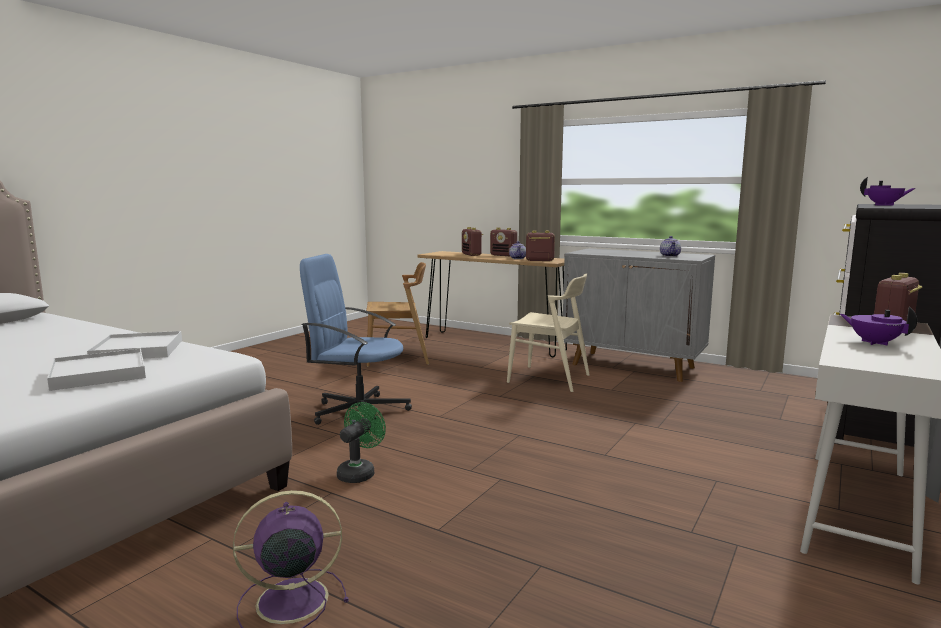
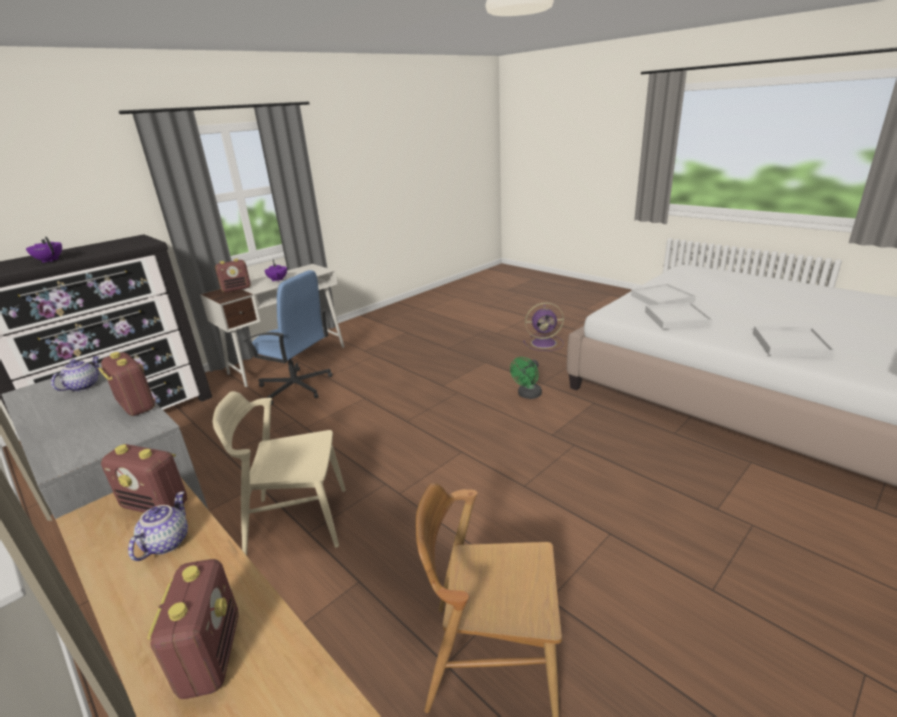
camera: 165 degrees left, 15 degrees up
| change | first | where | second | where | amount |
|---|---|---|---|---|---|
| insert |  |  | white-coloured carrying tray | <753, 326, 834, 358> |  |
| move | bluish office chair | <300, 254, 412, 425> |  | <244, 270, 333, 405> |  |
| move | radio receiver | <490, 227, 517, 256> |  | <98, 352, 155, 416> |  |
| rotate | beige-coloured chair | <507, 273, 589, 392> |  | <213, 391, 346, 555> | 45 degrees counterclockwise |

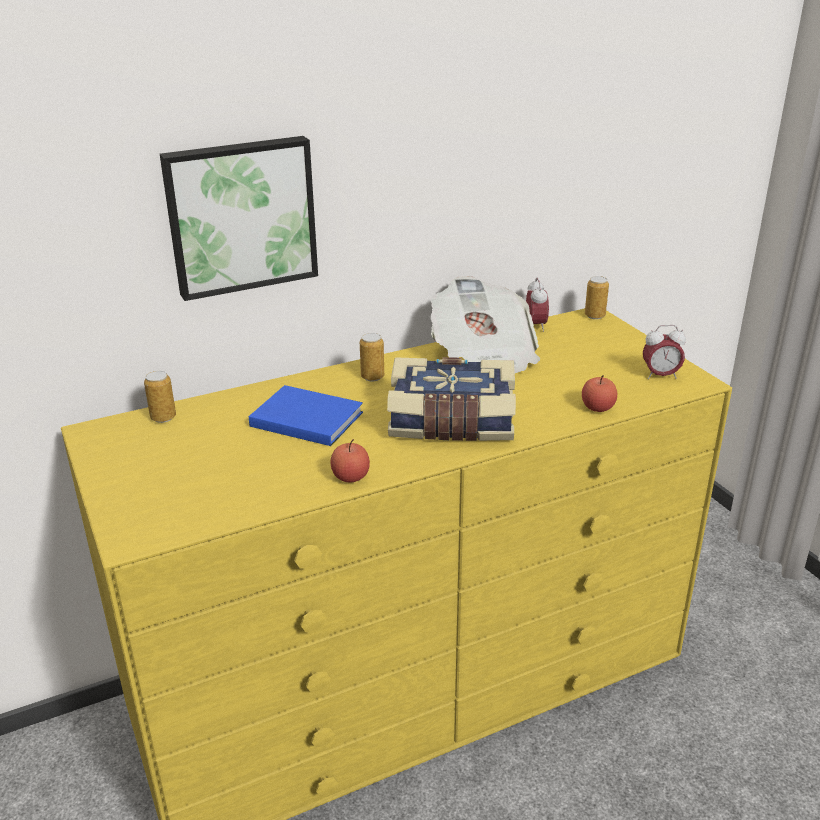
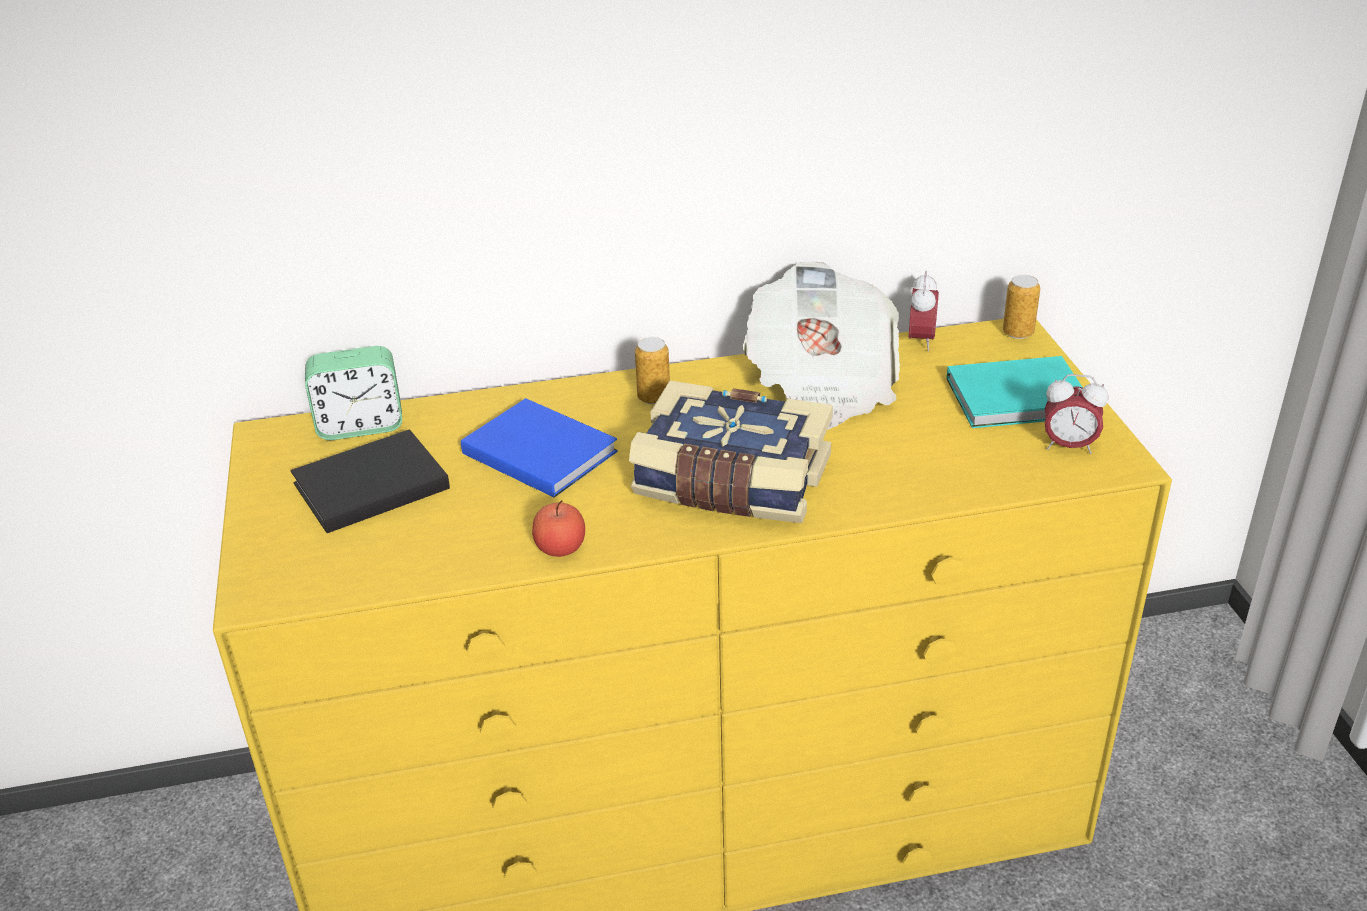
camera: 15 degrees right, 5 degrees up
| change | first | where | second | where | amount |
|---|---|---|---|---|---|
| delete | wall art | <160, 136, 318, 301> |  |  |  |
| delete | apple | <582, 375, 617, 412> |  |  |  |
| insert |  |  | black bound book | <290, 429, 450, 533> |  |
| insert |  |  | turquoise-coloured bound book | <946, 356, 1083, 428> |  |
| replace | can | <144, 371, 176, 423> | alarm clock | <305, 346, 402, 440> |  |

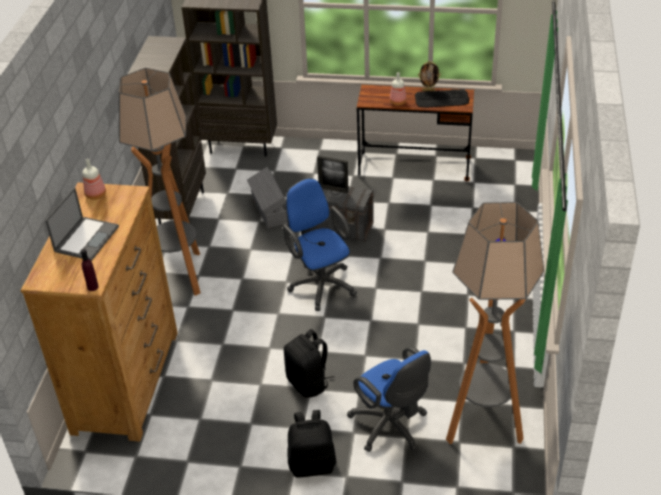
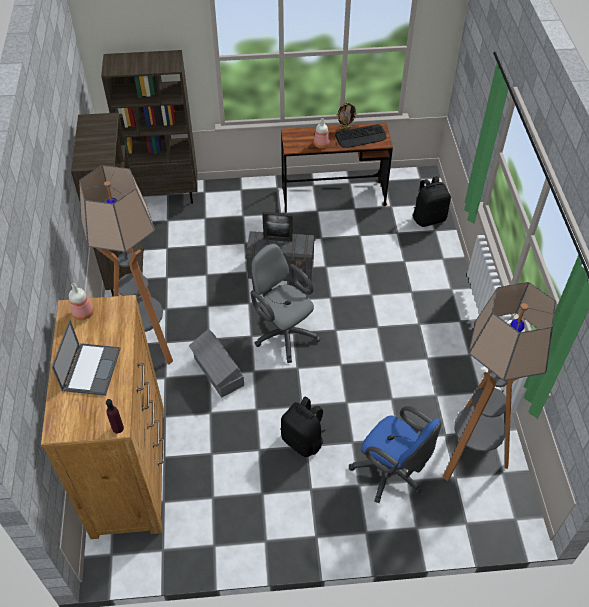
camera: 15 degrees left, 10 degrees up
| change | first | where | second | where | amount |
|---|---|---|---|---|---|
| move | gray storage container | <247, 167, 287, 228> |  | <189, 329, 244, 398> |  |
| move | black knapsack | <287, 410, 336, 478> |  | <413, 176, 451, 227> |  |
| recolor | bluish office chair | <283, 178, 357, 311> | gray office chair | <250, 243, 320, 363> |  |

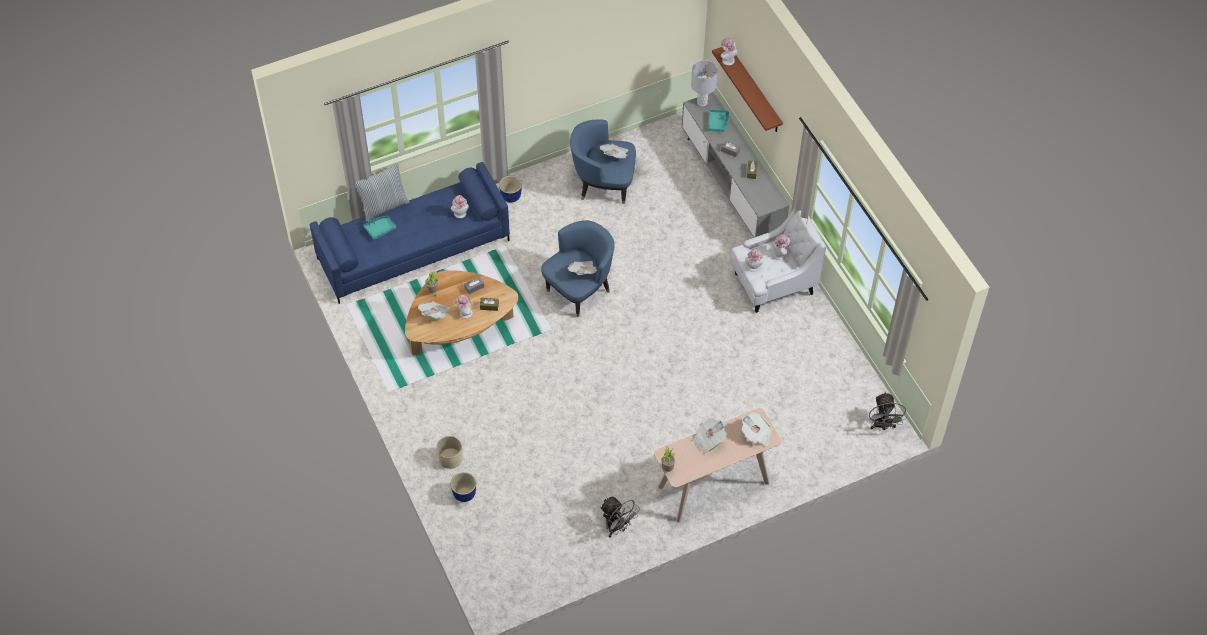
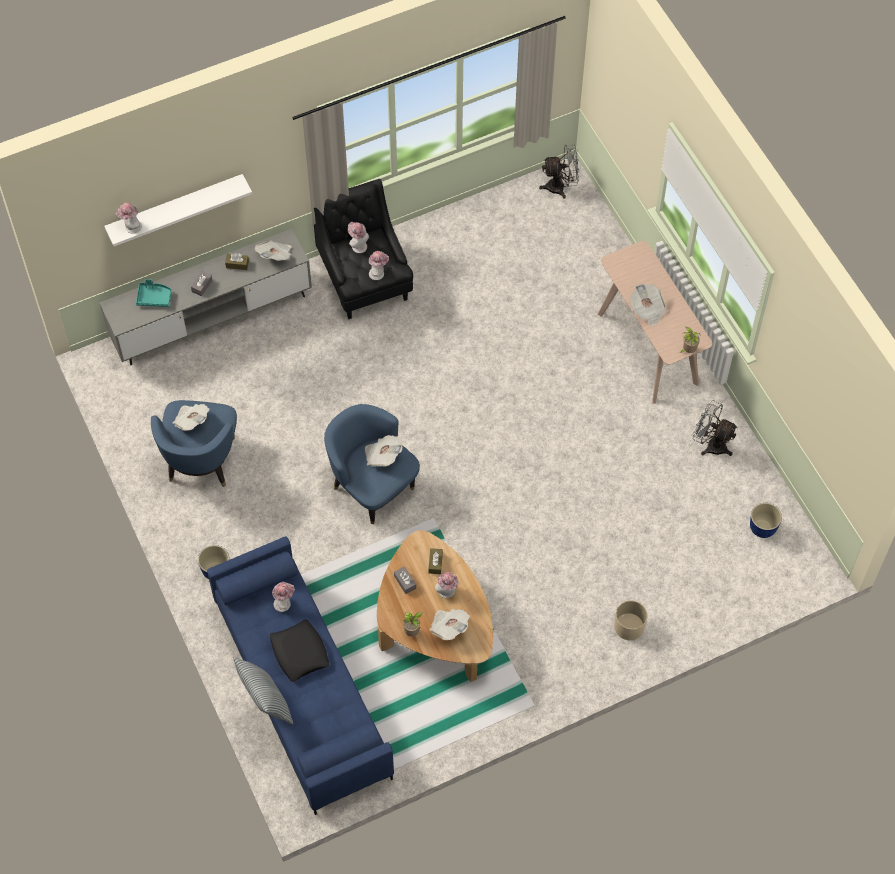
camera: 90 degrees left, 5 degrees up
| change | first | where | second | where | amount |
|---|---|---|---|---|---|
| delete | turquoise-coloured carrying tray | <364, 216, 397, 240> |  |  |  |
| delete | gray tabletop lamp | <691, 60, 718, 106> |  |  |  |
| insert |  |  | black throw pillow | <269, 619, 329, 682> |  |
| move | planter | <451, 472, 476, 502> |  | <750, 503, 782, 538> |  |
| move | newspaper | <742, 412, 772, 446> |  | <255, 240, 292, 261> |  |
| recolor | brown shelf | <712, 47, 783, 132> | white-coloured shelf | <104, 174, 252, 246> |  |
| recolor | white-coloured armchair | <730, 207, 826, 313> | black armchair | <314, 179, 413, 319> |  |
| rotate | gray electric fan | <600, 496, 640, 538> |  | <693, 400, 738, 456> | 105 degrees counterclockwise |

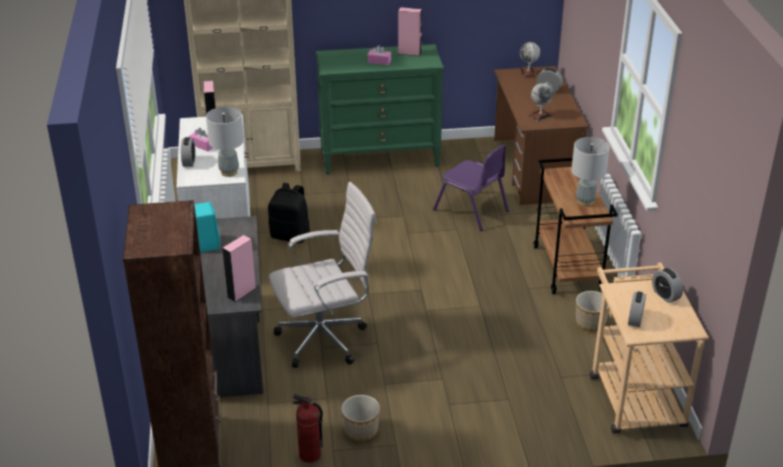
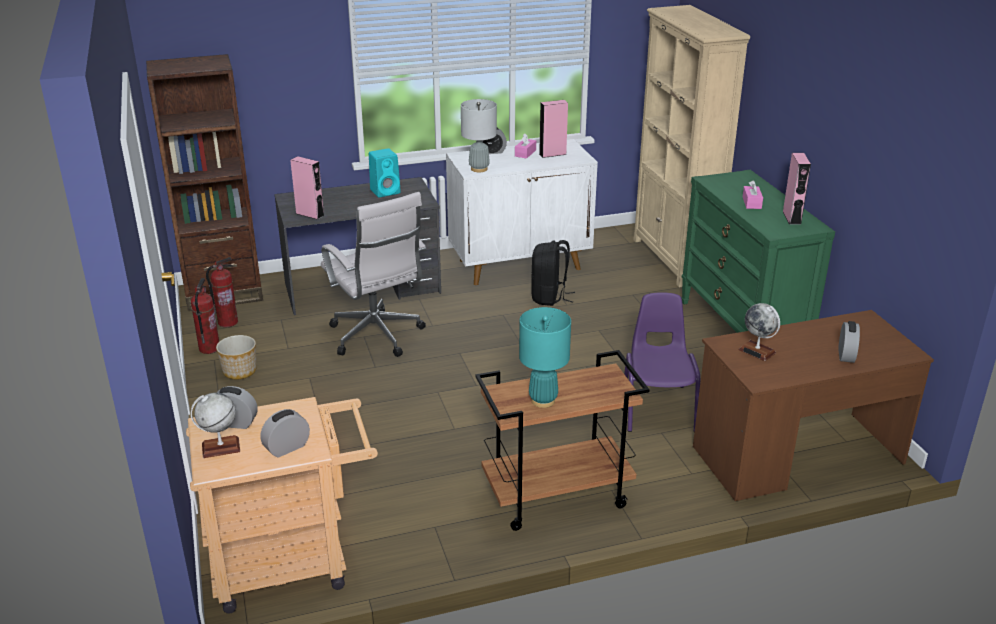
camera: 80 degrees right, 5 degrees down
| change | first | where | second | where | amount |
|---|---|---|---|---|---|
| delete | planter | <576, 291, 610, 332> |  |  |  |
| insert |  |  | extinguisher | <206, 257, 238, 327> |  |
| move | desk globe | <520, 42, 540, 78> |  | <191, 393, 240, 458> |  |
| recolor | gray tabletop lamp | <571, 137, 610, 206> | turquoise-coloured tabletop lamp | <519, 307, 571, 408> |  |
| rotate | purple chair | <433, 144, 509, 231> |  | <624, 293, 700, 432> | 150 degrees clockwise |

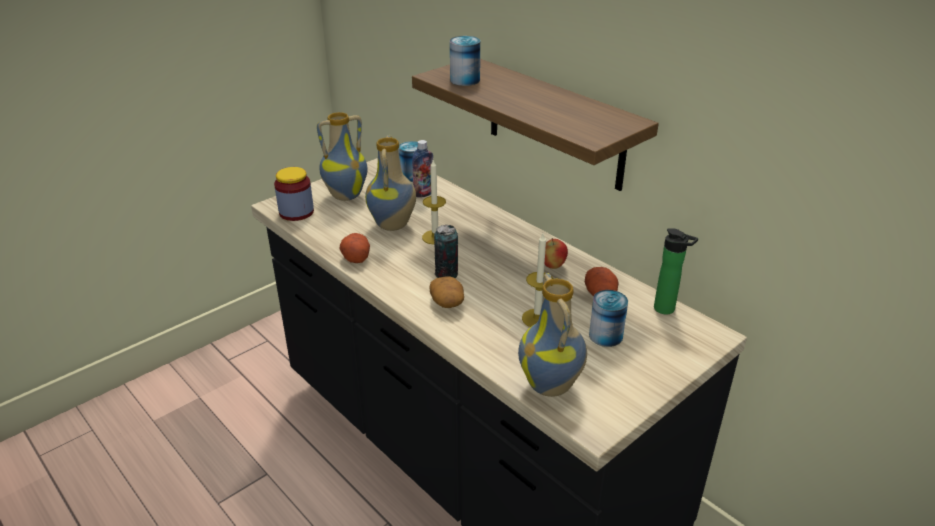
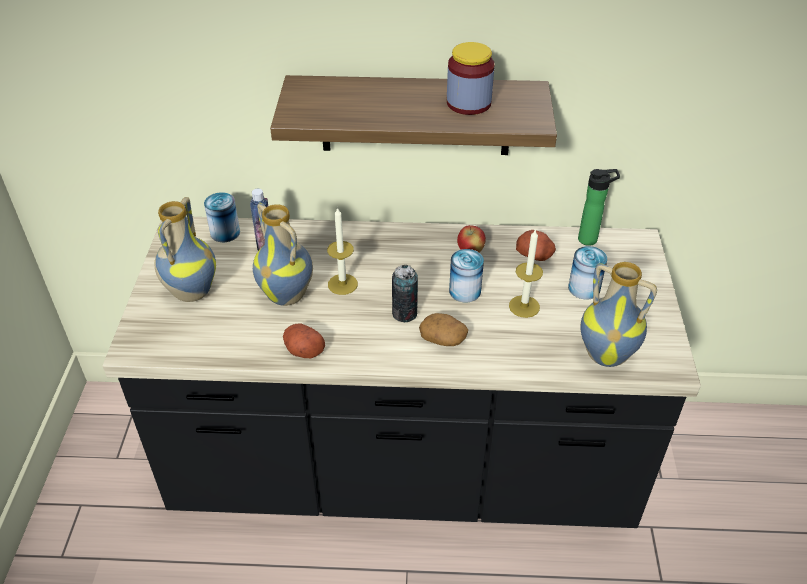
camera: 45 degrees left, 10 degrees up
| change | first | where | second | where | amount |
|---|---|---|---|---|---|
| move | preserve jar | <274, 167, 314, 221> |  | <447, 42, 495, 115> |  |
| move | can | <450, 36, 480, 86> |  | <449, 249, 484, 302> |  |

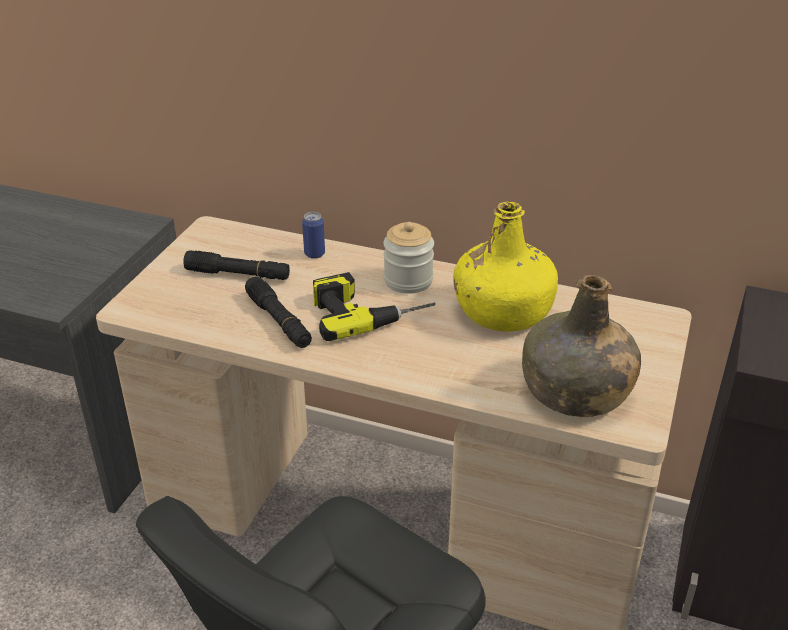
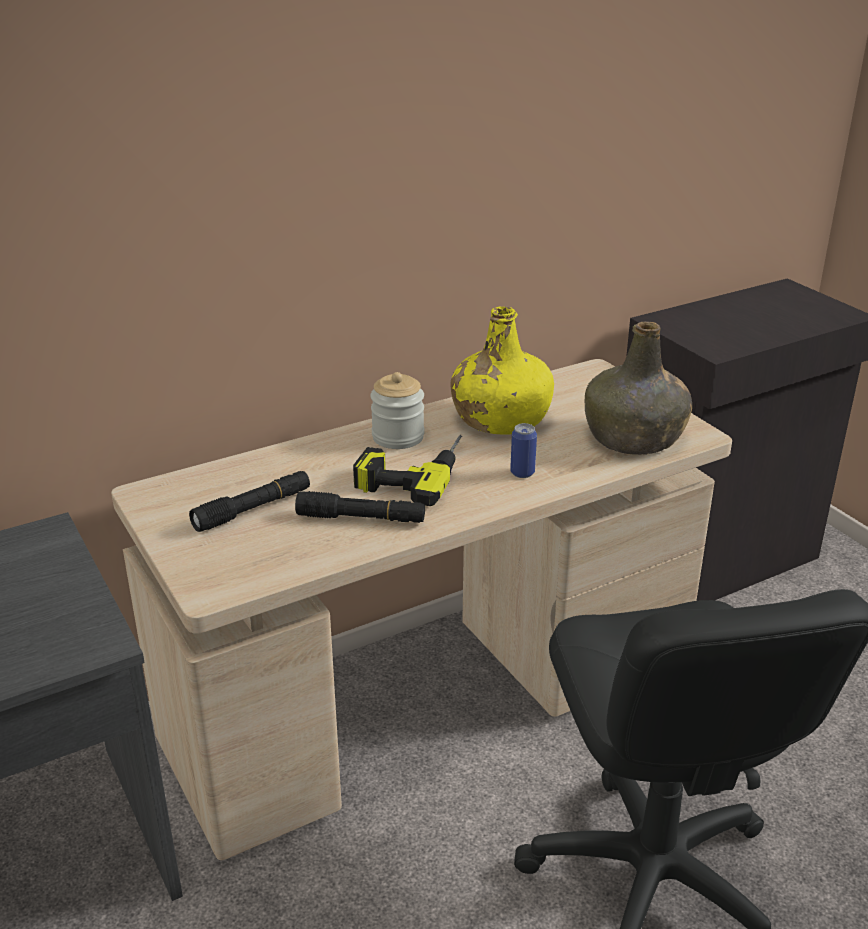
camera: 50 degrees left, 5 degrees down
| change | first | where | second | where | amount |
|---|---|---|---|---|---|
| move | can | <302, 212, 325, 259> |  | <510, 423, 537, 478> |  |

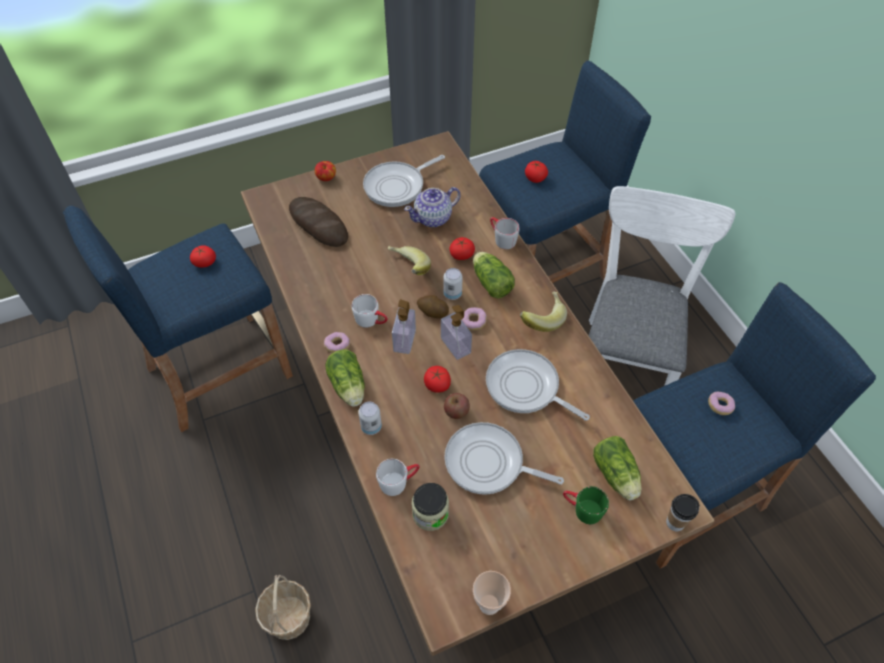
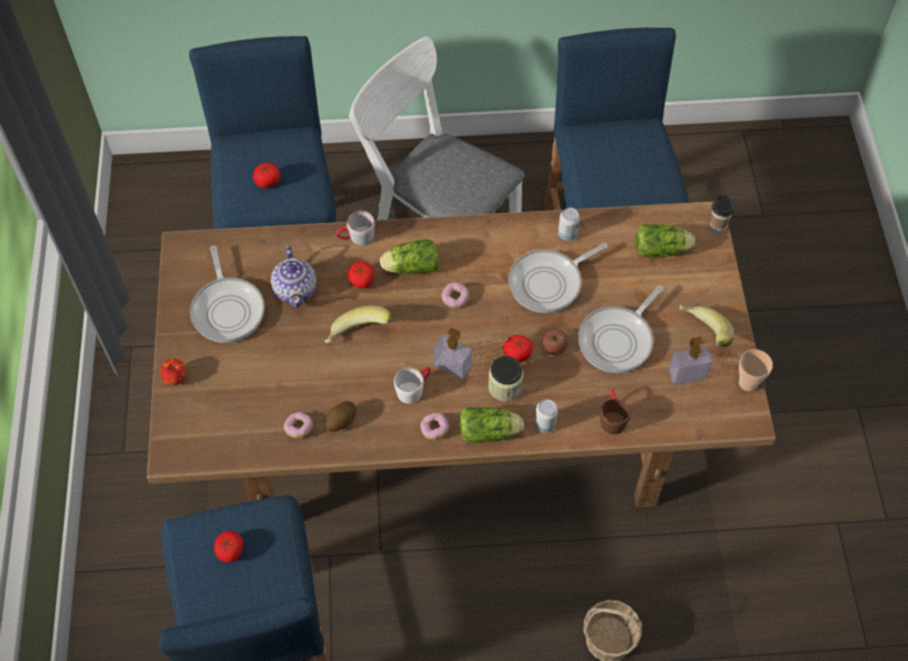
camera: 70 degrees left, 5 degrees up
| change | first | where | second | where | amount |
|---|---|---|---|---|---|
| delete | bakery bread | <289, 197, 348, 247> |  |  |  |
| delete | green-coloured coffee mug | <563, 486, 609, 524> |  |  |  |
| move | preserve jar | <412, 483, 449, 531> |  | <488, 356, 524, 401> |  |
| move | potato | <417, 295, 449, 318> |  | <325, 401, 356, 431> |  |
| move | soap dispenser | <441, 305, 472, 360> |  | <669, 337, 712, 385> |  |
| move | can | <444, 268, 463, 300> |  | <558, 208, 580, 241> |  |
| move | banana | <520, 292, 567, 332> |  | <679, 305, 734, 347> |  |
| move | doughnut | <708, 392, 735, 415> |  | <284, 412, 313, 438> |  |
| recolor | white-coloured coffee mug | <376, 459, 420, 496> | brown coffee mug | <600, 389, 631, 434> |  |

